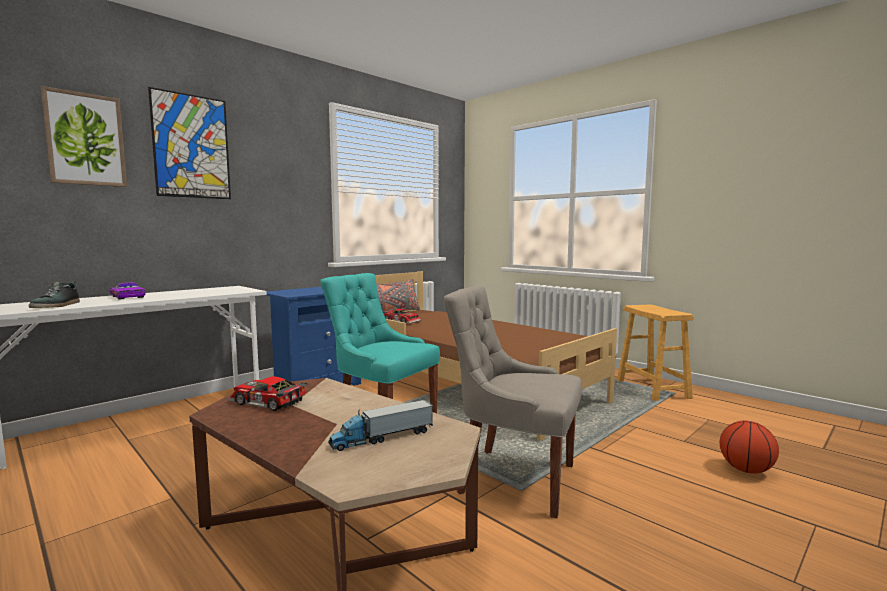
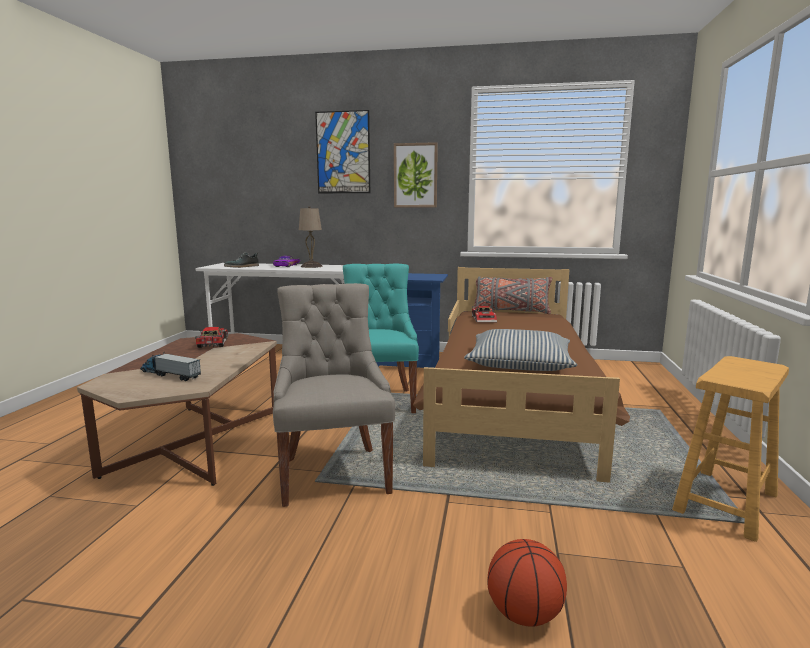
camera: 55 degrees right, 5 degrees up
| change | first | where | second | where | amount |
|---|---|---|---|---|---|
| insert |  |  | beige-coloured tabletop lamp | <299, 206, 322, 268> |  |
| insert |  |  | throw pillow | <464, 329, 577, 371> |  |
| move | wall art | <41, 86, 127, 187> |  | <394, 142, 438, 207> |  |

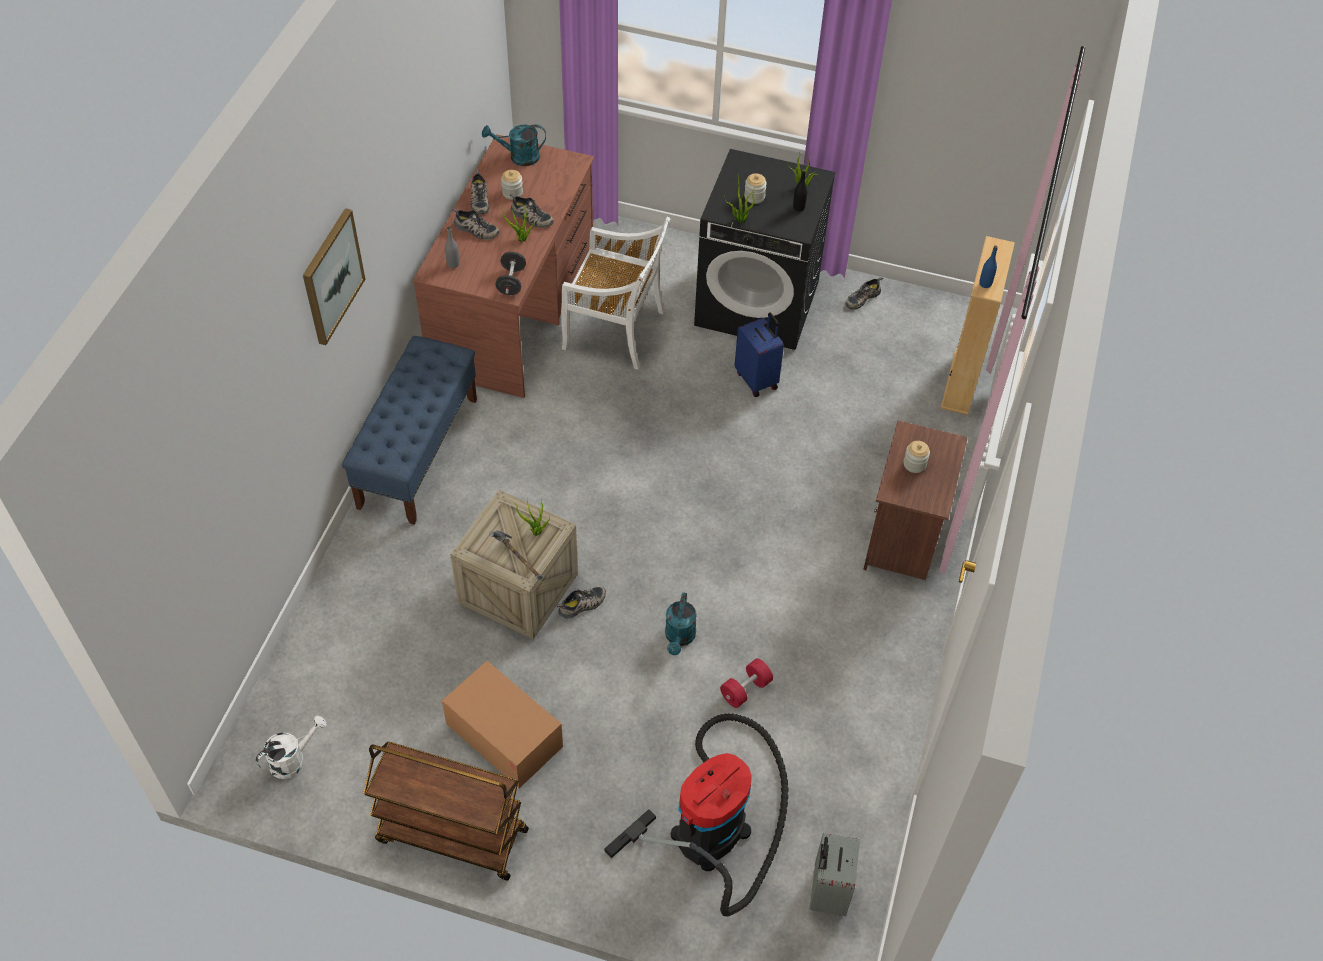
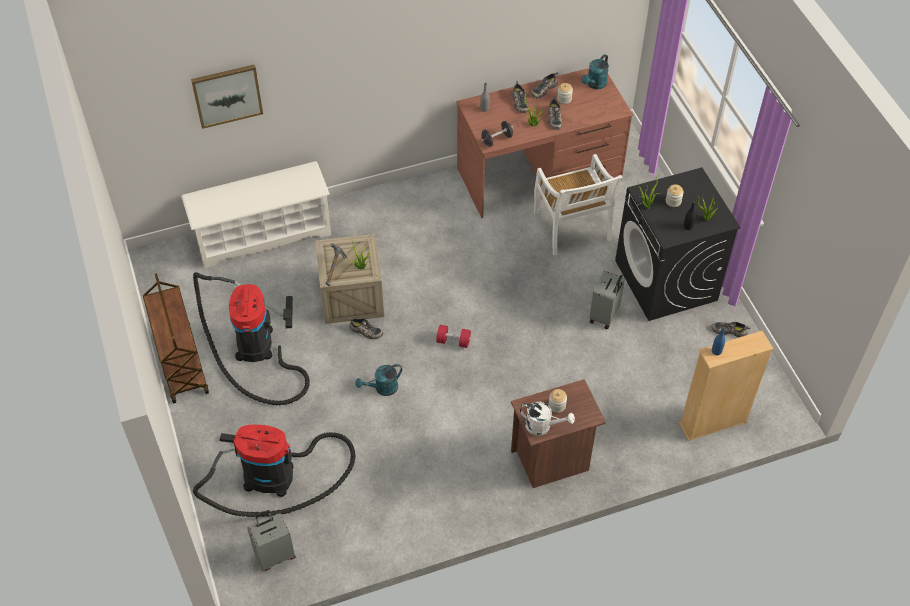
camera: 55 degrees right, 0 degrees up
| change | first | where | second | where | amount |
|---|---|---|---|---|---|
| delete | bluish long seat | <342, 336, 477, 525> |  |  |  |
| insert |  |  | white-coloured shoe rack | <181, 161, 331, 269> |  |
| move | white-coloured watering pot | <256, 716, 327, 779> |  | <520, 402, 575, 436> |  |
| move | wall art | <303, 208, 365, 345> |  | <191, 65, 263, 129> |  |
| move | reddish hand weight | <720, 658, 773, 708> |  | <436, 325, 471, 348> |  |
| replace | cardboard box | <442, 661, 563, 788> | vacuum | <193, 272, 310, 405> |  |
| recolor | bluish suitcase | <735, 312, 784, 397> | gray suitcase | <589, 271, 625, 329> |  |
| rotate | turquoise-coloured watering pot | <482, 124, 546, 166> |  | <581, 54, 609, 89> | 105 degrees counterclockwise |

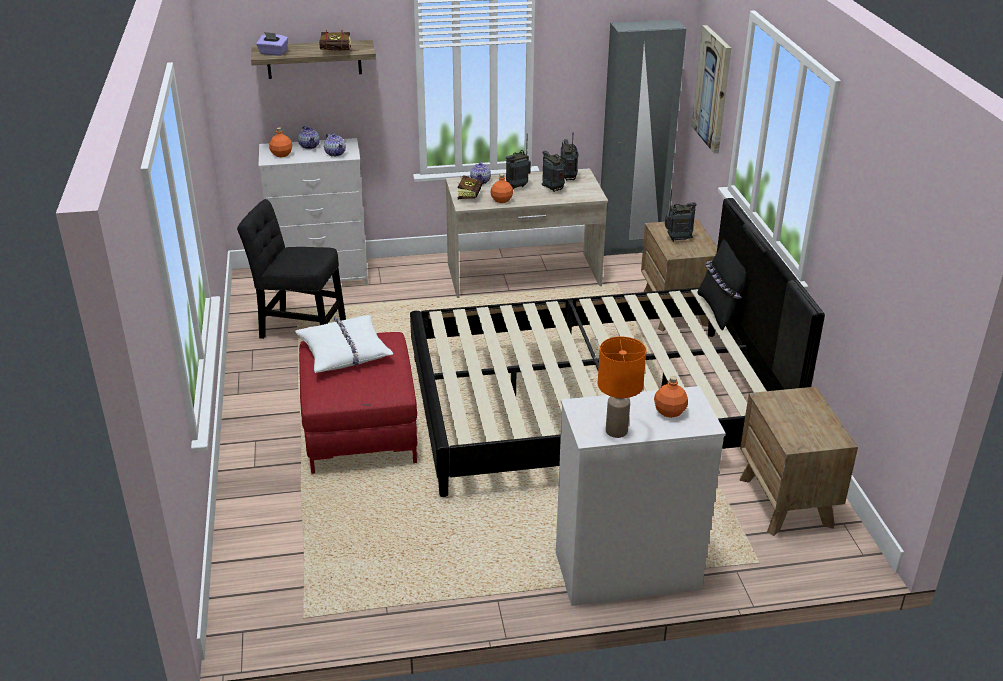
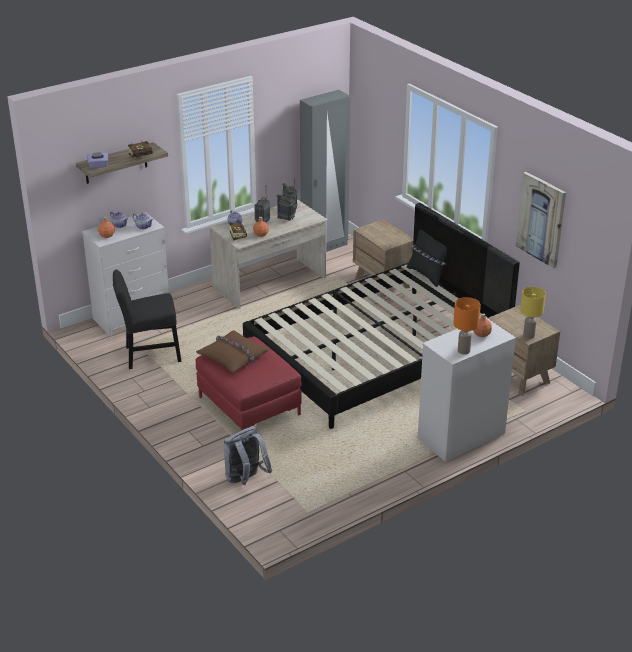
camera: 25 degrees left, 0 degrees up
| change | first | where | second | where | amount |
|---|---|---|---|---|---|
| delete | radio receiver | <665, 189, 696, 241> |  |  |  |
| insert |  |  | gray knapsack | <224, 427, 272, 485> |  |
| insert |  |  | yellowish tabletop lamp | <520, 287, 546, 339> |  |
| move | wall art | <692, 25, 731, 153> |  | <516, 172, 566, 269> |  |
| recolor | white-coloured throw pillow | <295, 315, 393, 373> | brown throw pillow | <196, 330, 270, 373> |  |

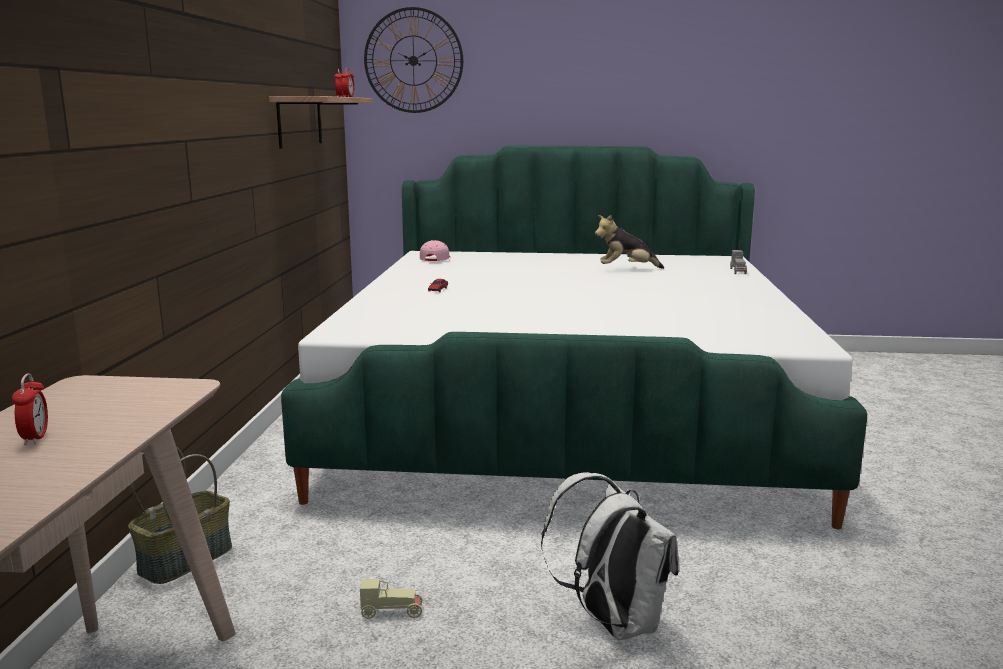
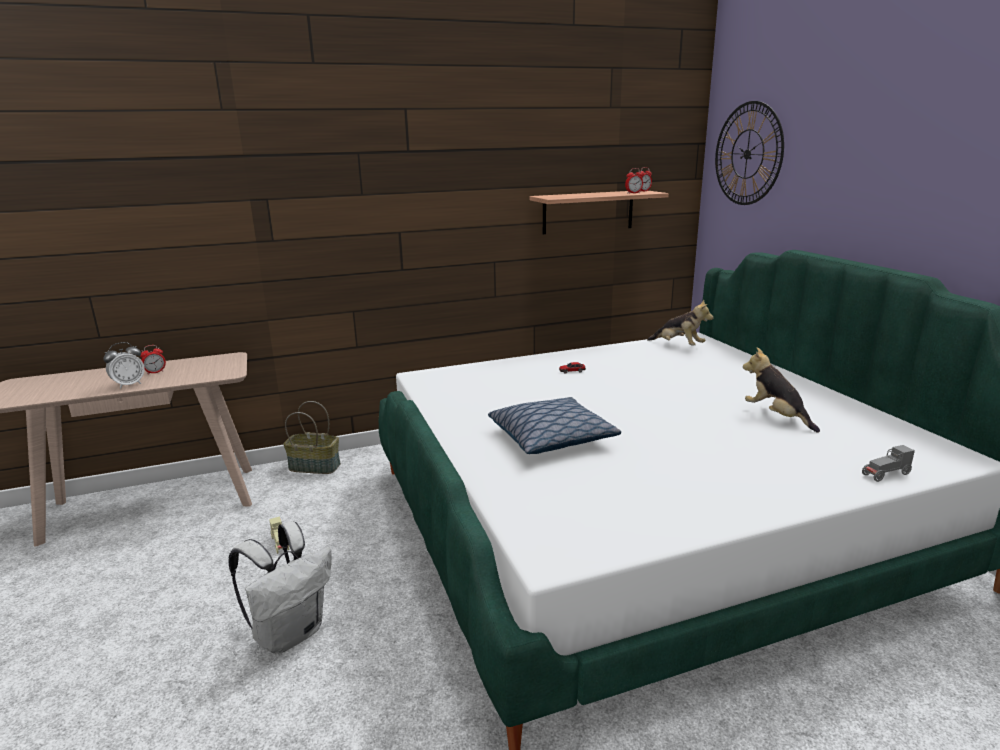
camera: 65 degrees right, 5 degrees up
| change | first | where | second | where | amount |
|---|---|---|---|---|---|
| insert |  |  | alarm clock | <103, 342, 145, 389> |  |
| insert |  |  | throw pillow | <488, 397, 621, 454> |  |
| replace | pink baseball cap | <420, 240, 450, 261> | soft toy | <647, 299, 713, 346> |  |

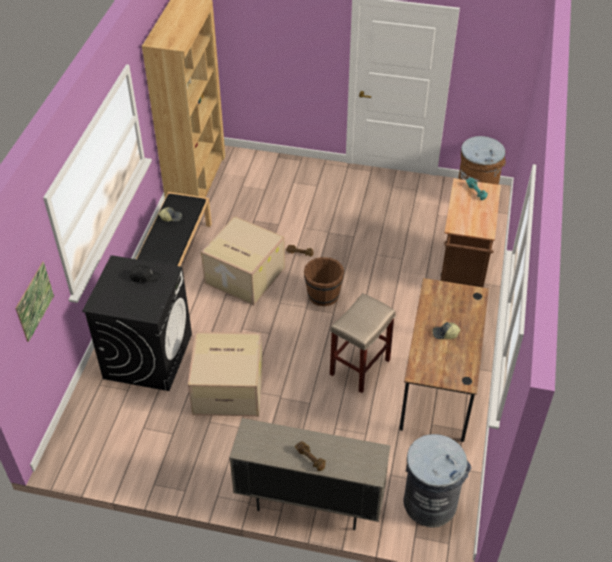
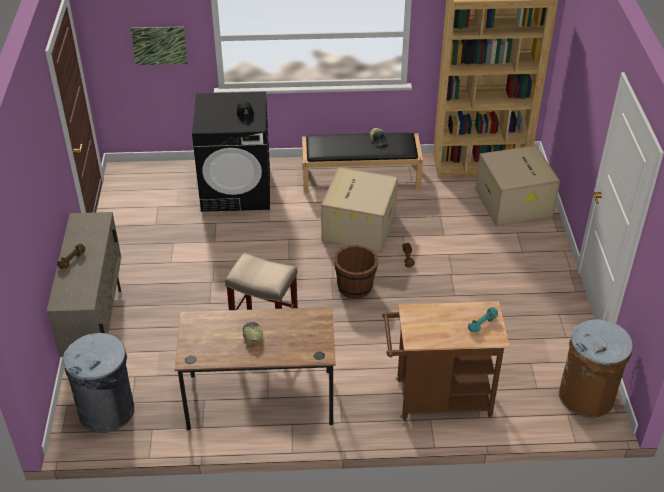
camera: 75 degrees right, 5 degrees down
| change | first | where | second | where | amount |
|---|---|---|---|---|---|
| move | cardboard box | <188, 332, 263, 416> |  | <475, 145, 560, 226> |  |

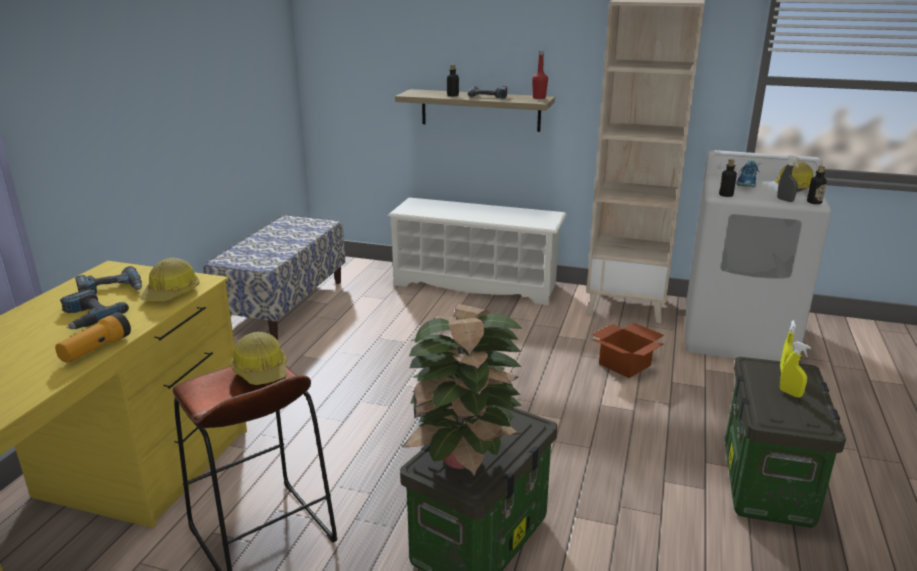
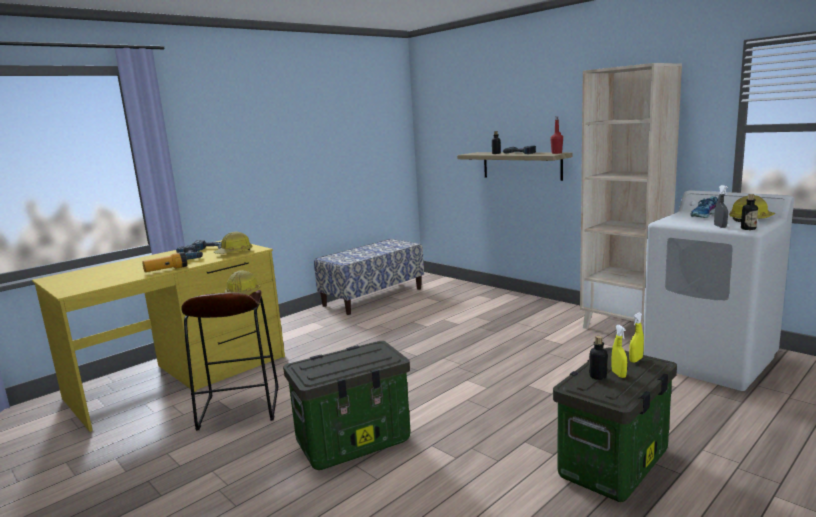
camera: 30 degrees right, 10 degrees down
| change | first | where | second | where | amount |
|---|---|---|---|---|---|
| delete | white-coloured shoe rack | <387, 197, 567, 305> |  |  |  |
| delete | houseplant | <402, 304, 522, 477> |  |  |  |
| delete | cardboard box | <591, 323, 664, 378> |  |  |  |
| move | drink bottle | <719, 159, 737, 197> |  | <589, 336, 608, 380> |  |

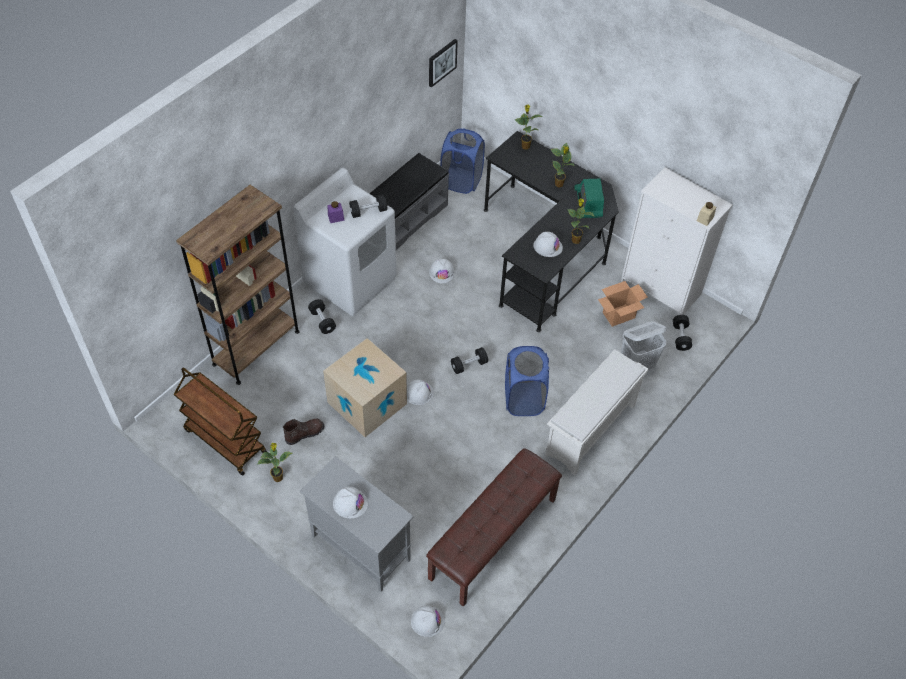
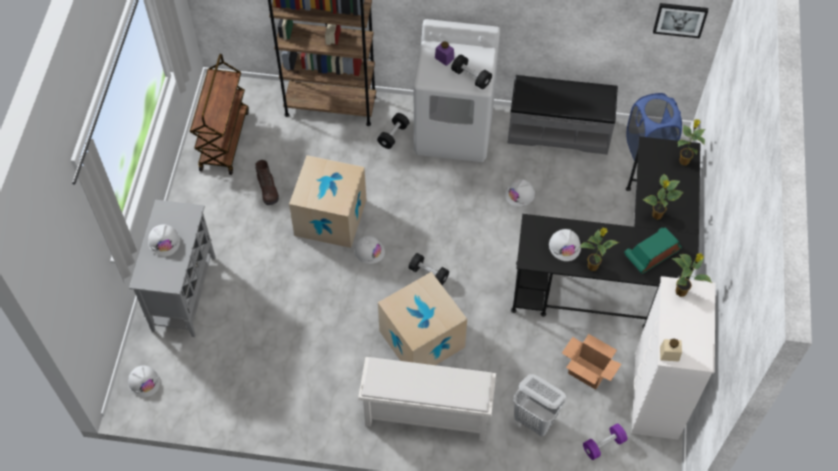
camera: 60 degrees right, 5 degrees up
| change | first | where | second | where | amount |
|---|---|---|---|---|---|
| delete | brown long seat | <426, 448, 562, 607> |  |  |  |
| move | houseplant | <256, 443, 293, 482> |  | <672, 253, 712, 297> |  |
| replace | bluish hamper | <505, 346, 549, 416> | cardboard box | <378, 272, 467, 365> |  |
| recolor | black hand weight | <673, 315, 692, 351> | purple hand weight | <583, 423, 628, 460> |  |
| rotate | brown high-top boot | <283, 419, 324, 445> |  | <255, 160, 279, 205> | 45 degrees clockwise |

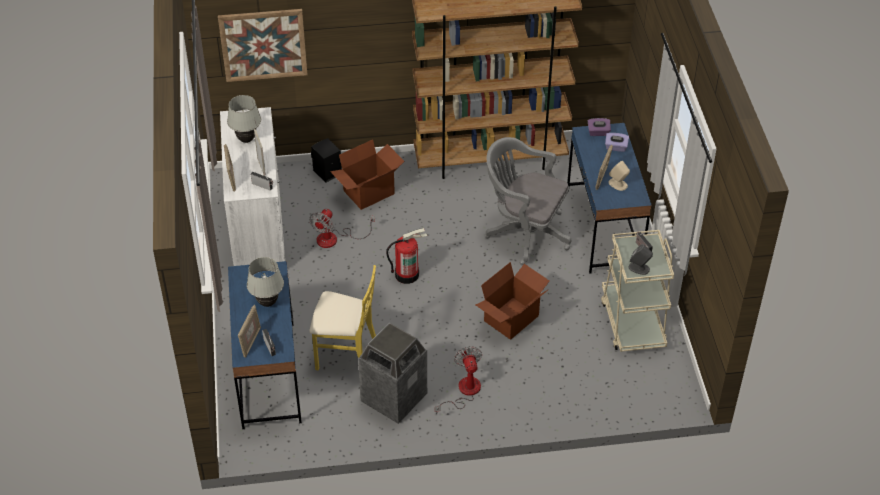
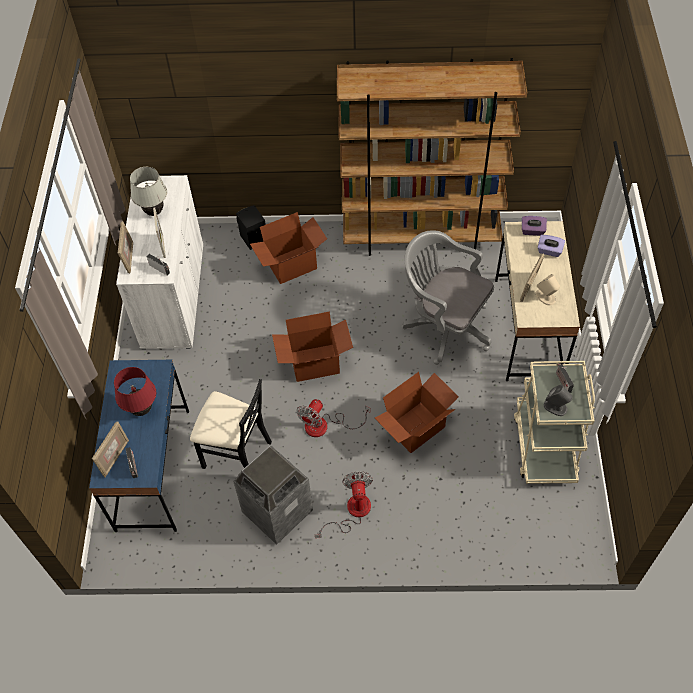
camera: 10 degrees right, 10 degrees up
| change | first | where | second | where | amount |
|---|---|---|---|---|---|
| delete | wall art | <218, 9, 308, 82> |  |  |  |
| move | electric fan | <309, 209, 375, 248> |  | <296, 399, 371, 437> |  |
| replace | extinguisher | <386, 228, 428, 284> | cardboard box | <272, 311, 353, 382> |  |
| recolor | white-coloured tabletop lamp | <247, 257, 284, 307> | reddish tabletop lamp | <114, 367, 156, 416> |  |
| recolor | yellowish chair | <310, 265, 376, 371> | black chair | <190, 379, 272, 469> |  |
| recolor | bluish desk table | <567, 123, 652, 274> | beige-coloured desk table | <495, 221, 580, 381> |  |

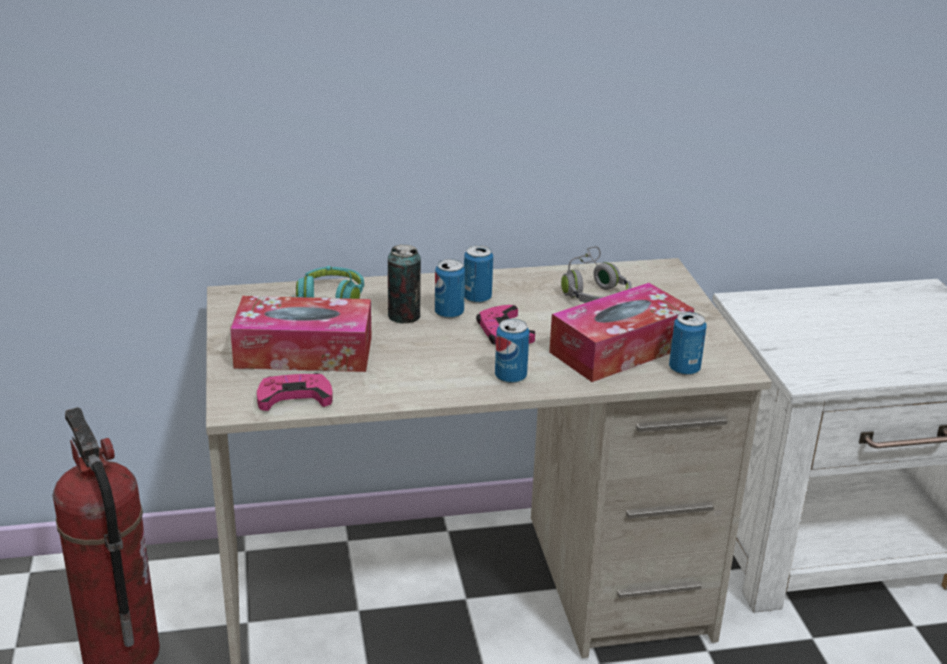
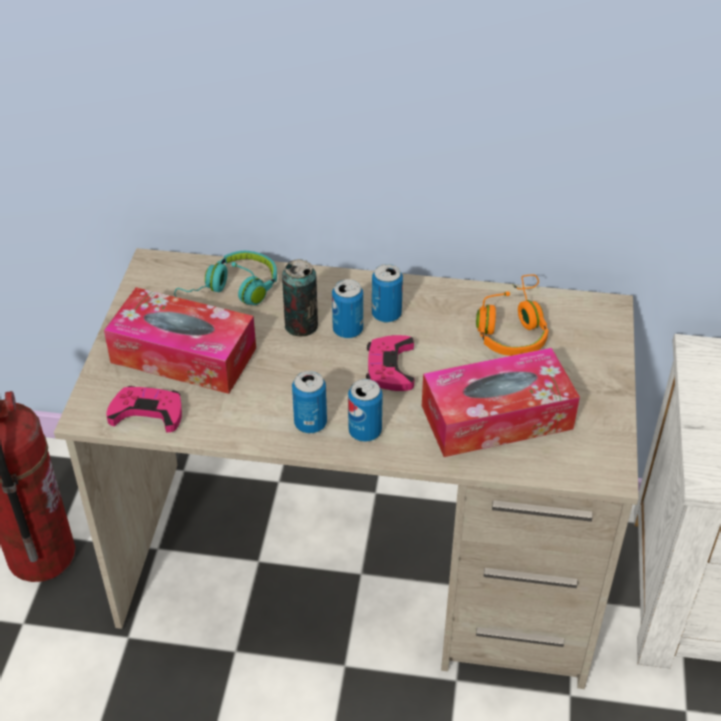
camera: 20 degrees right, 15 degrees up
| change | first | where | second | where | amount |
|---|---|---|---|---|---|
| move | can | <669, 312, 707, 376> |  | <292, 371, 327, 433> |  |
| recolor | gray headphones | <561, 246, 632, 303> | orange-coloured headphones | <476, 274, 549, 356> |  |

